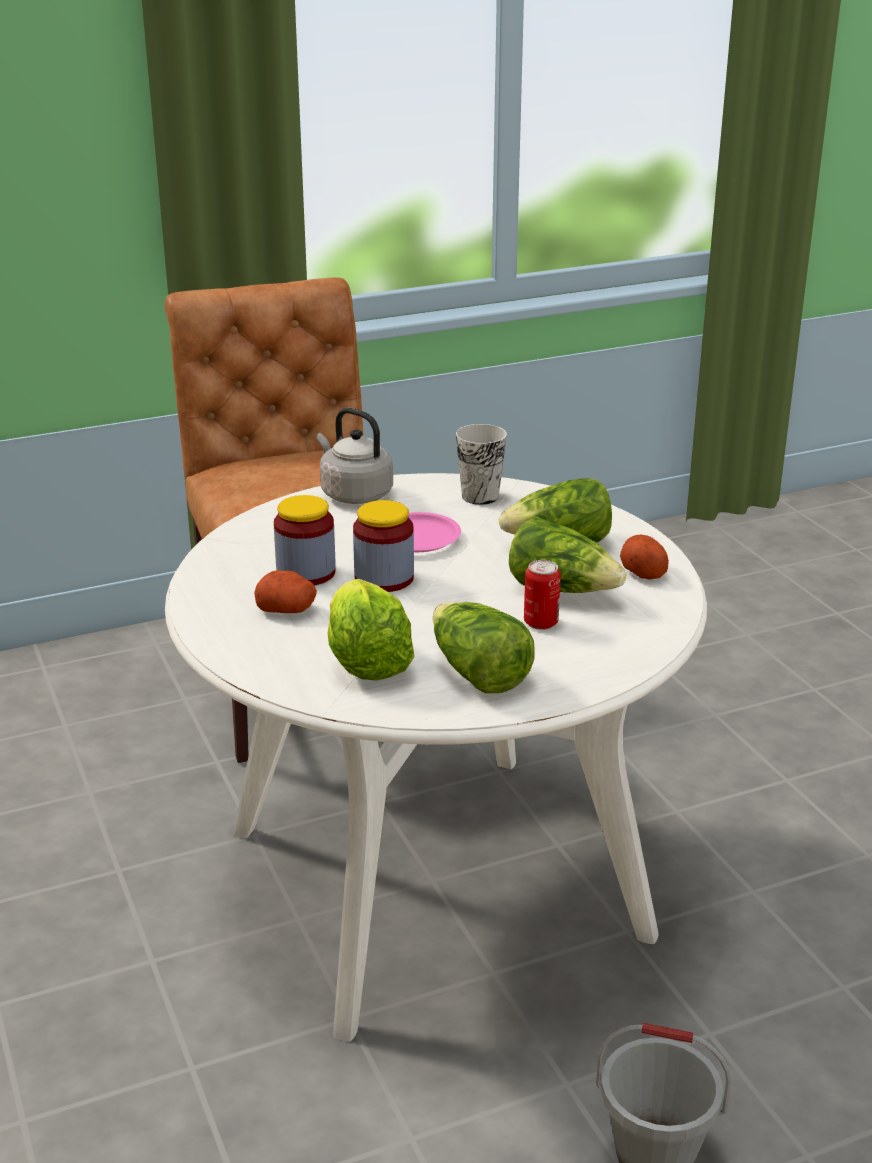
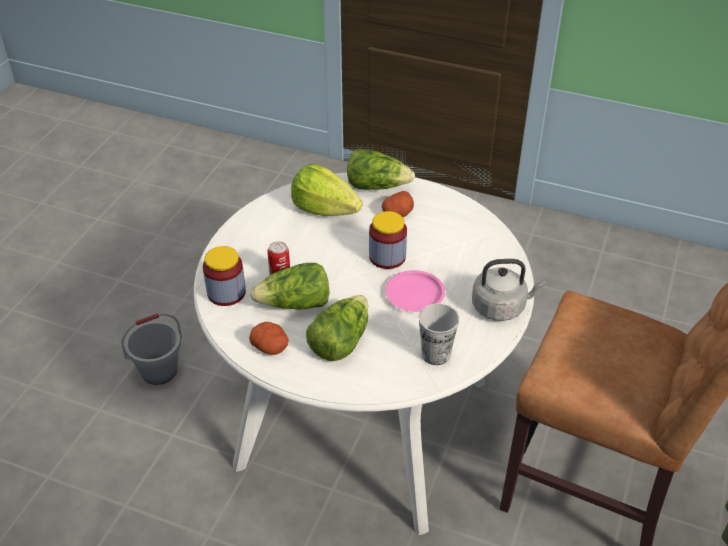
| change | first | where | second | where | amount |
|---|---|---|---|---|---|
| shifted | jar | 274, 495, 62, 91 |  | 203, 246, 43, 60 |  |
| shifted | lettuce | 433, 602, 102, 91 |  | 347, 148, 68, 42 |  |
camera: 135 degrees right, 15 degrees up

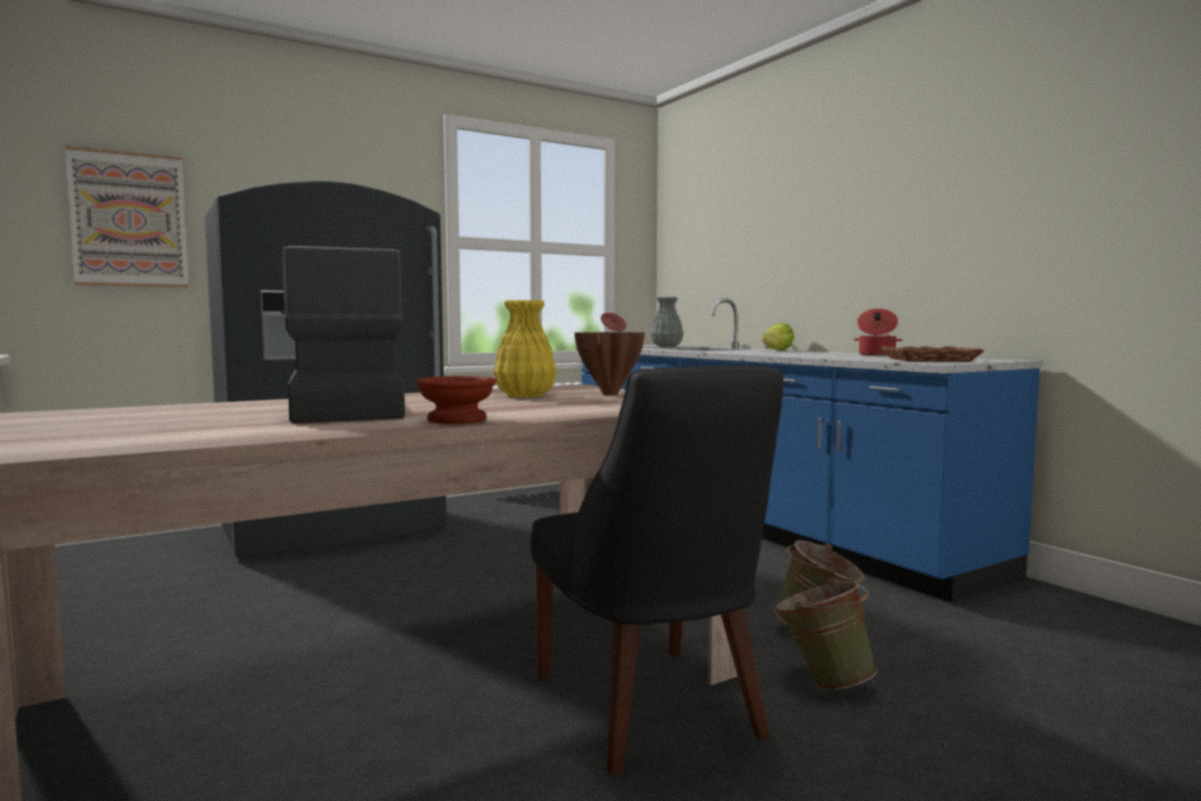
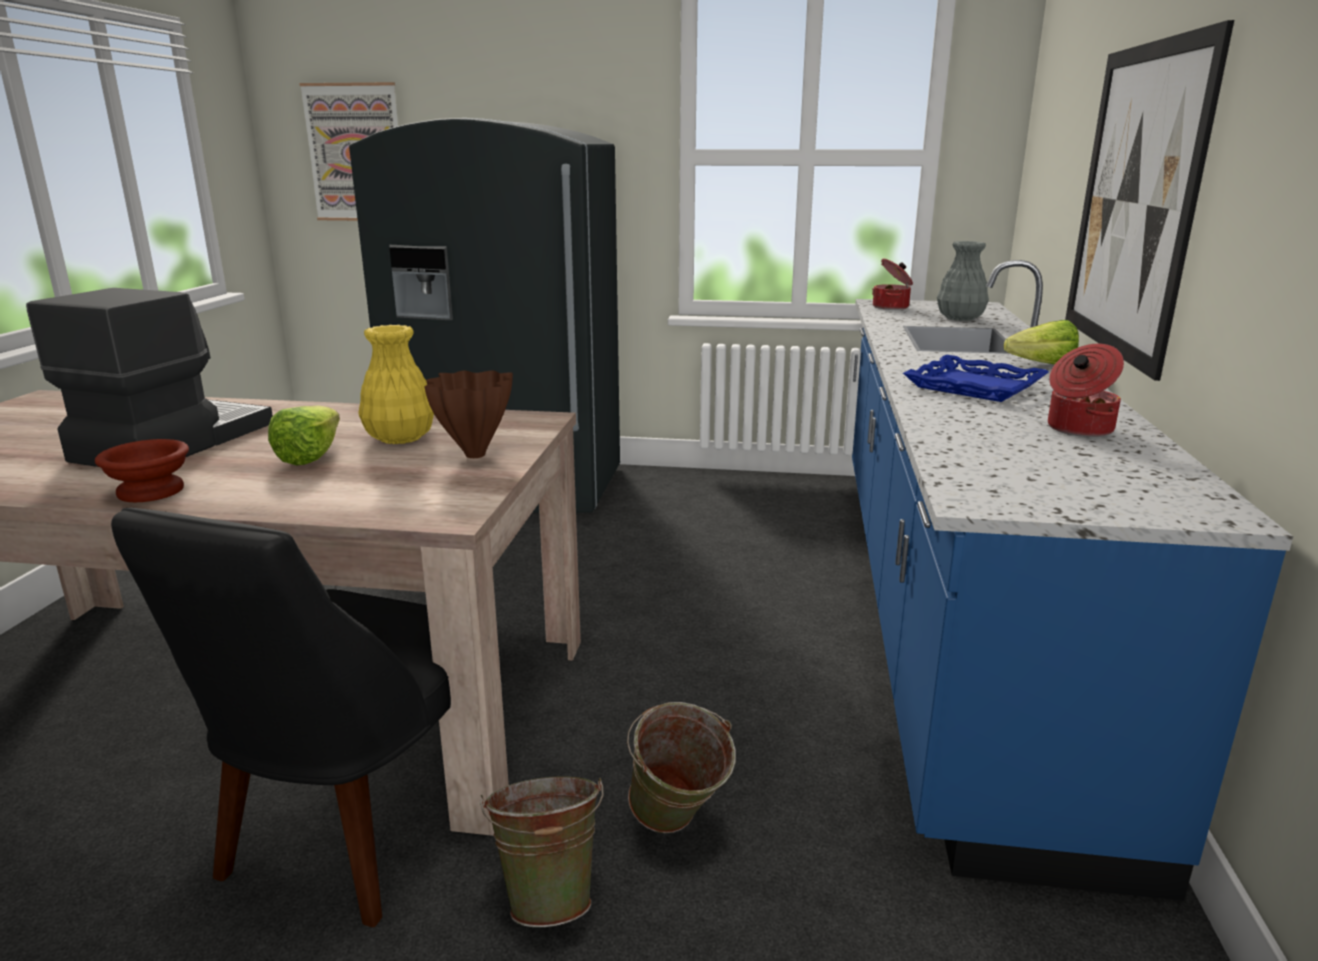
| change | first | where | second | where | amount |
|---|---|---|---|---|---|
| gone | tray (brown) | 880, 346, 104, 16 |  |  |  |
| new |  |  | lettuce | 268, 405, 72, 60 |  |
| new |  |  | tray (blue) | 903, 355, 146, 47 |  |
| new |  |  | picture | 1065, 20, 169, 361 |  |
camera: 40 degrees right, 15 degrees up

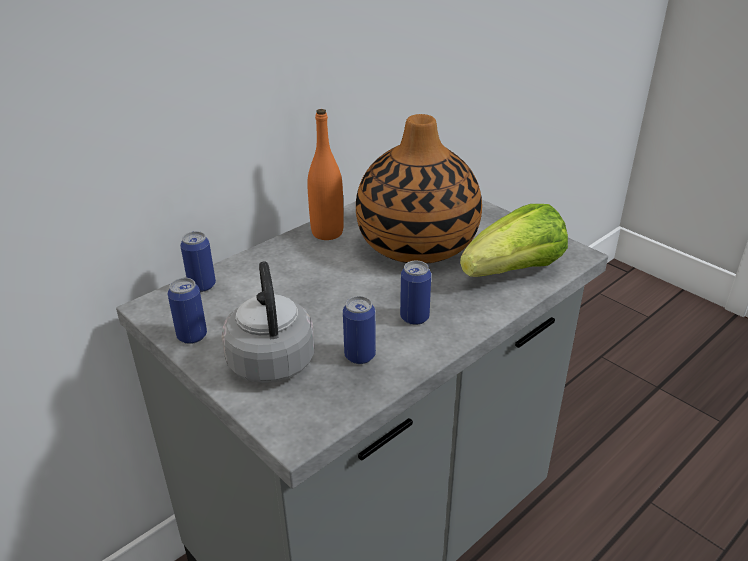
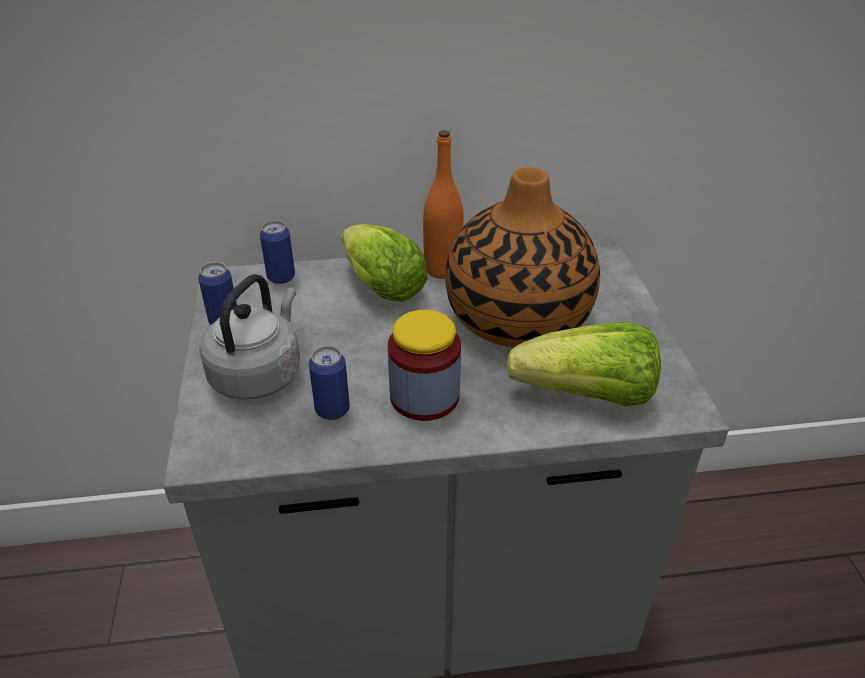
| change | first | where | second | where | amount |
|---|---|---|---|---|---|
| swapped | can | 400, 260, 31, 65 | jar | 388, 310, 73, 111 |  |
| new |  |  | lettuce | 341, 224, 87, 78 |  |
camera: 35 degrees right, 5 degrees up

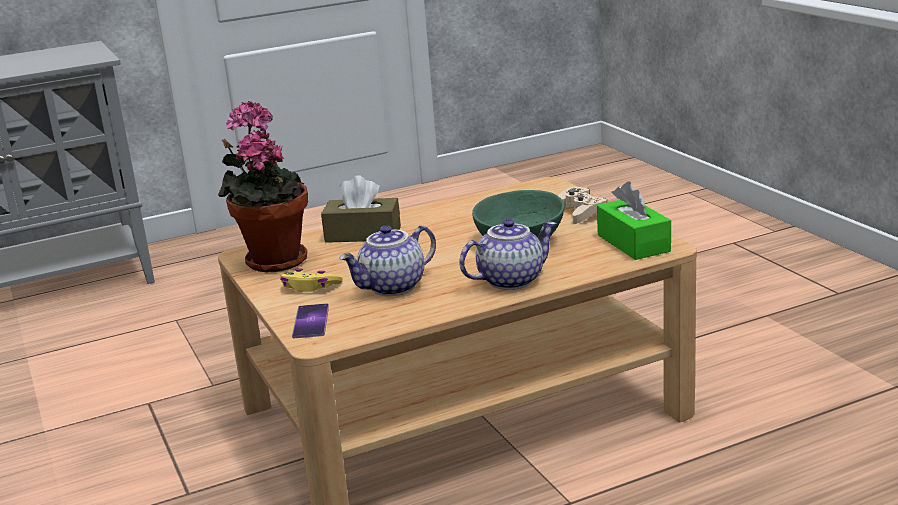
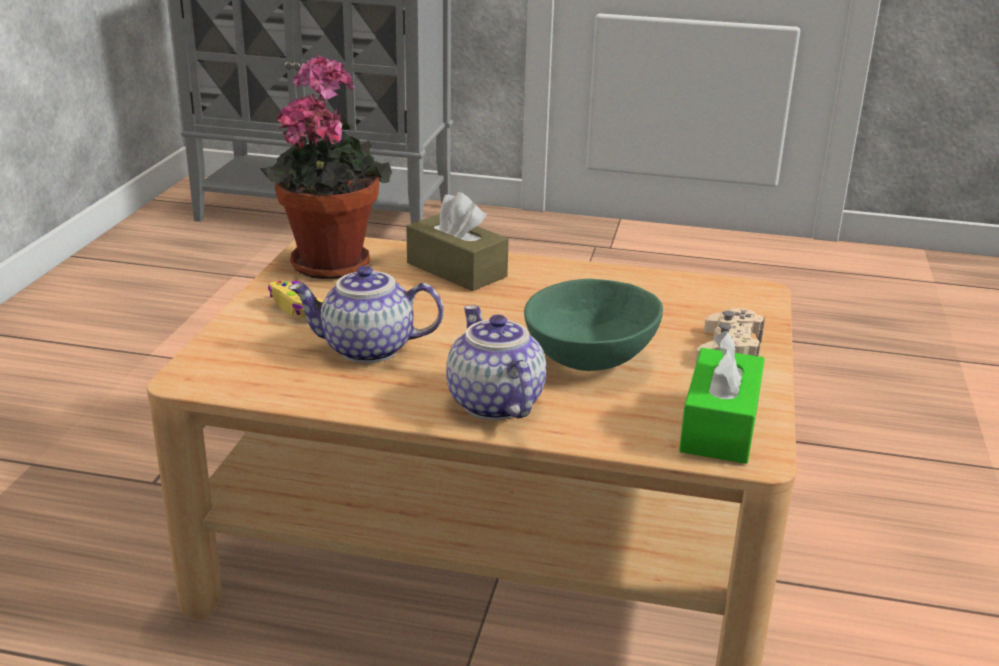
| change | first | where | second | where | amount |
|---|---|---|---|---|---|
| gone | phone | 292, 303, 37, 35 |  |  |  |
| rotated | teapot | 459, 218, 98, 72 |  | 446, 305, 100, 115 | 120 degrees counterclockwise |
camera: 35 degrees right, 5 degrees up

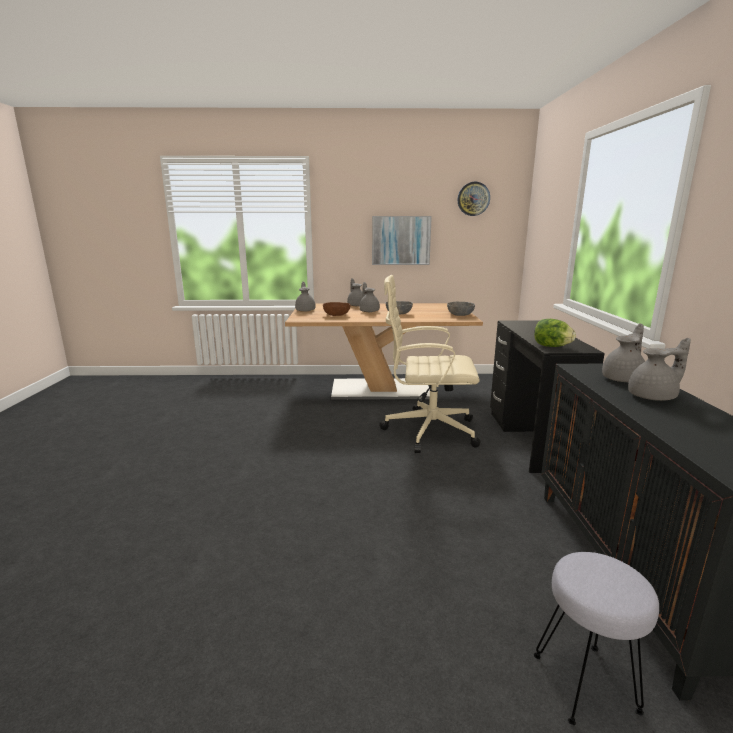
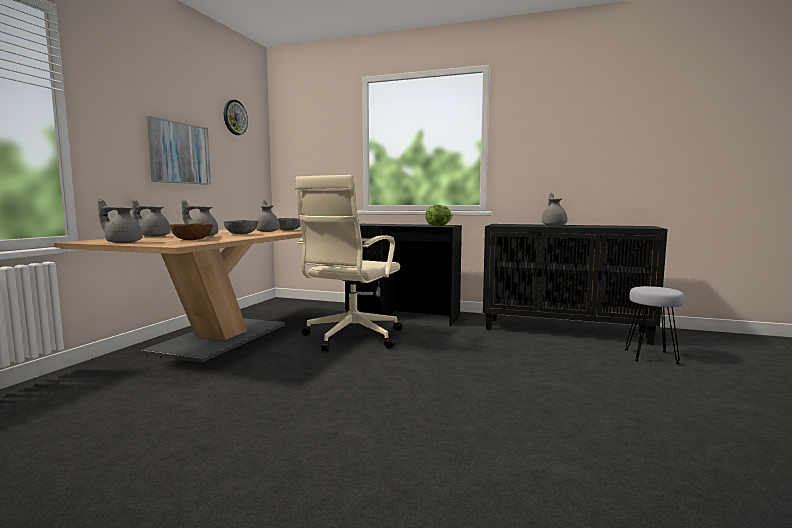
| change | first | where | second | where | amount |
|---|---|---|---|---|---|
| shifted | teapot (grey) | 602, 323, 43, 59 |  | 256, 200, 24, 32 |  |
camera: 70 degrees left, 10 degrees down

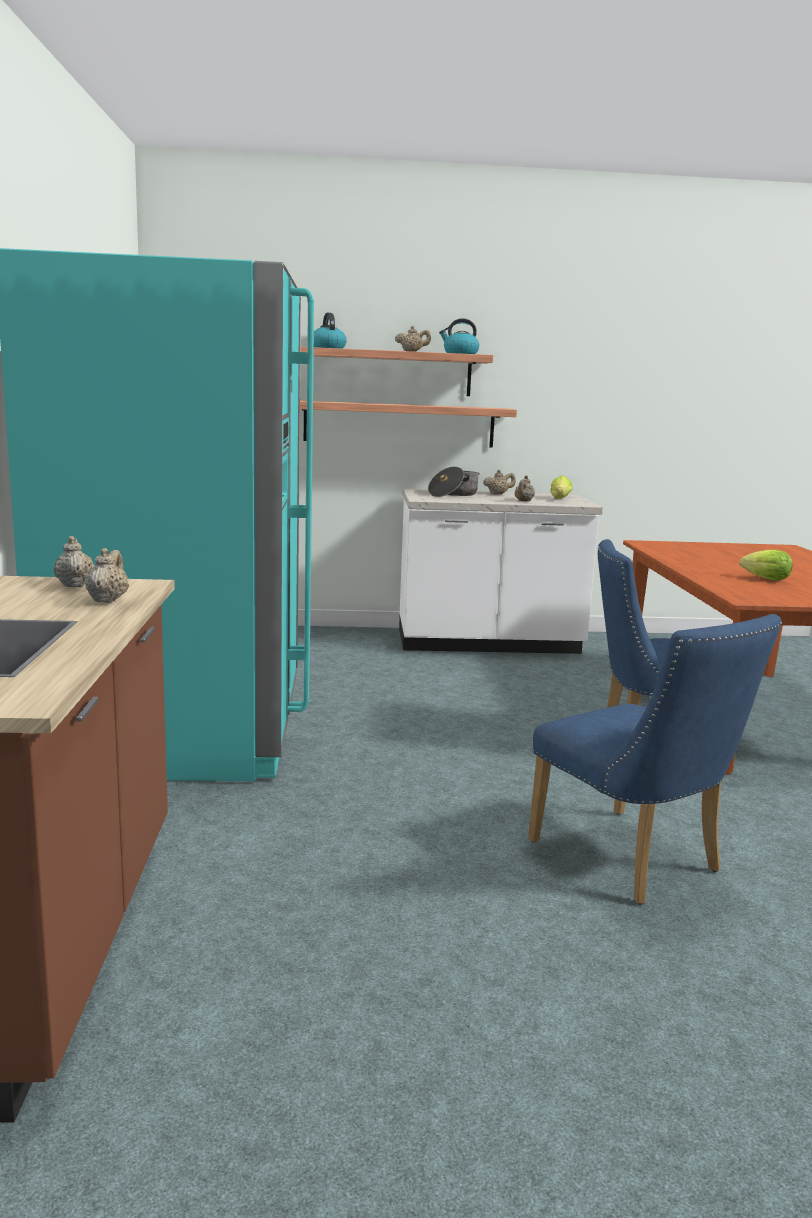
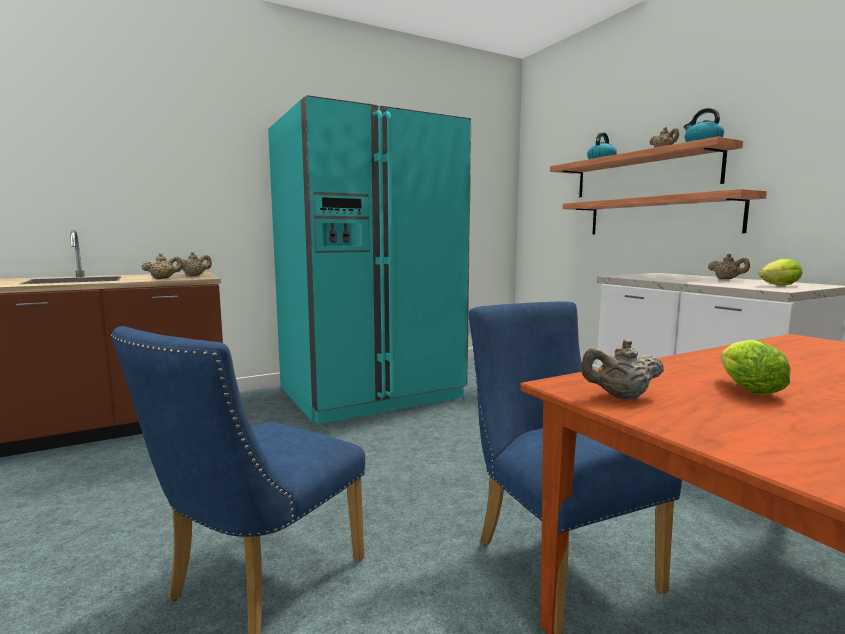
| change | first | where | second | where | amount |
|---|---|---|---|---|---|
| gone | cooking pot | 428, 467, 52, 30 |  |  |  |
| shifted | teapot (beige) | 514, 475, 21, 26 |  | 581, 339, 83, 61 |  |
camera: 65 degrees right, 5 degrees down

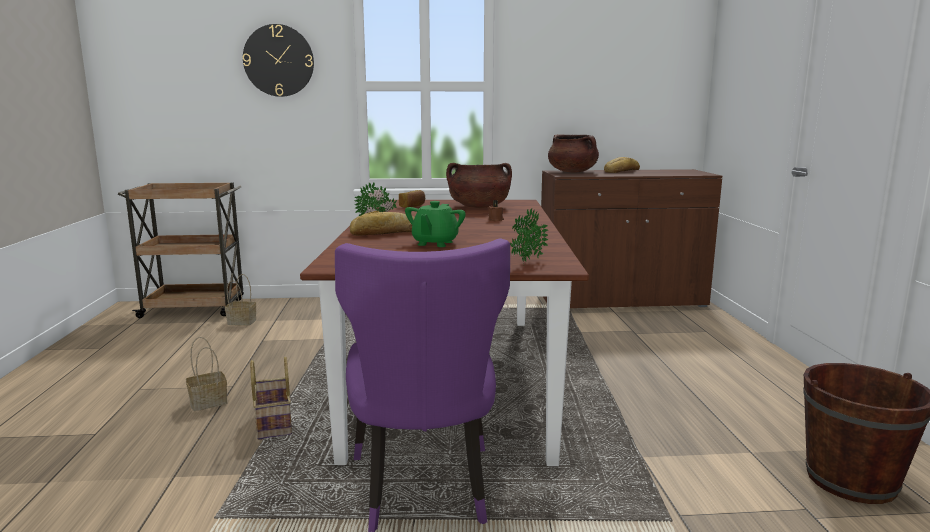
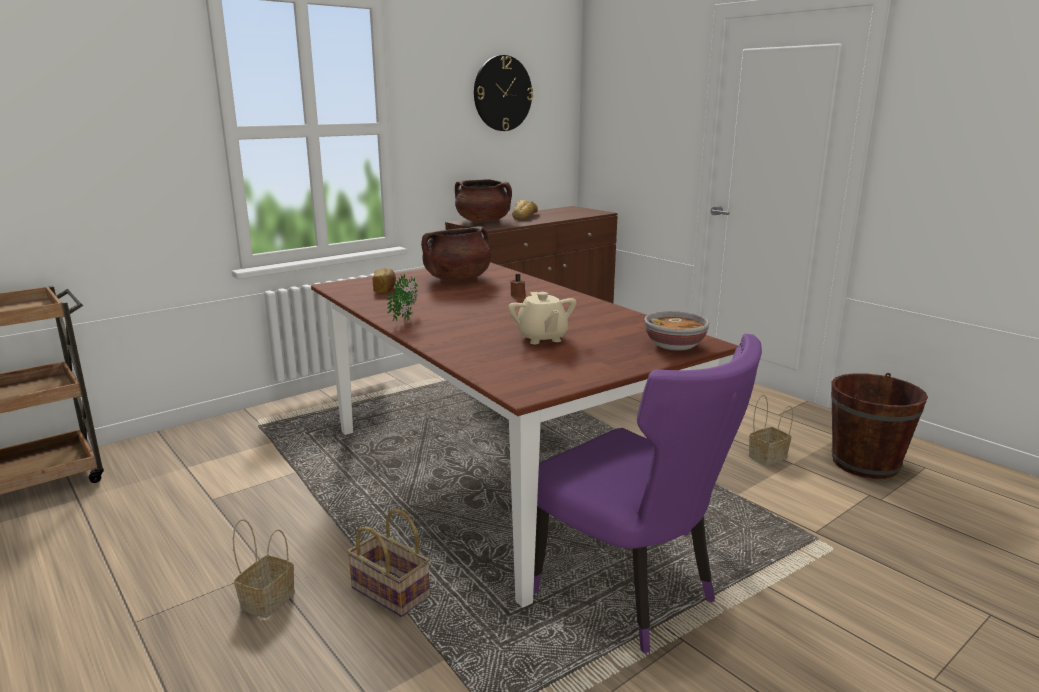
| change | first | where | second | where | amount |
|---|---|---|---|---|---|
| shifted | basket | 225, 274, 31, 52 |  | 749, 395, 44, 71 |  |
| shifted | wall clock | 243, 24, 71, 73 |  | 474, 55, 59, 76 |  |
| gone | bread | 350, 211, 65, 25 |  |  |  |
| repainted | teapot (green) | 405, 201, 61, 46 | teapot (beige) | 508, 292, 68, 52 |  |
| swapped | potted plant | 510, 208, 38, 56 | bowl | 644, 311, 65, 40 |  |
camera: 35 degrees left, 5 degrees up

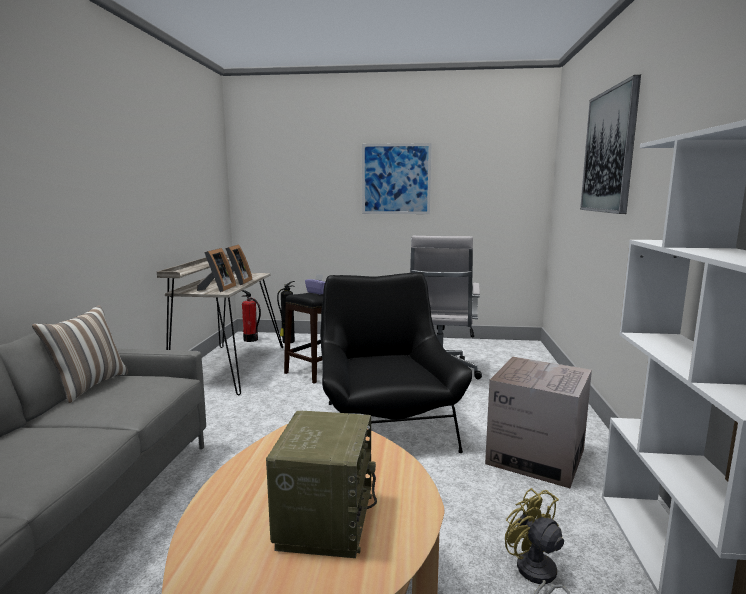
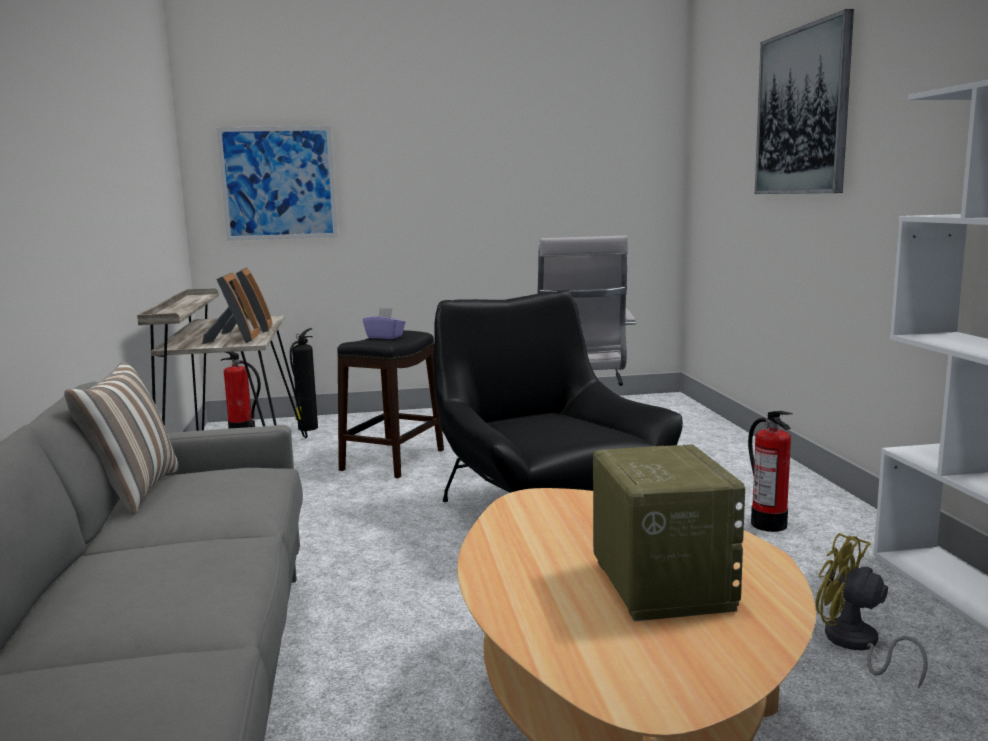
| change | first | where | second | where | amount |
|---|---|---|---|---|---|
| shifted | picture | 362, 143, 70, 71 |  | 217, 126, 121, 115 |  |
| swapped | cardboard box | 485, 357, 107, 131 | fire extinguisher | 748, 411, 45, 121 |  |
camera: 15 degrees left, 0 degrees up

